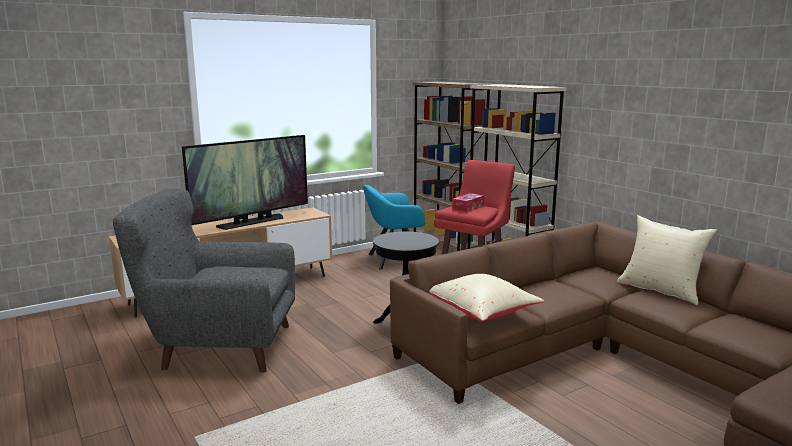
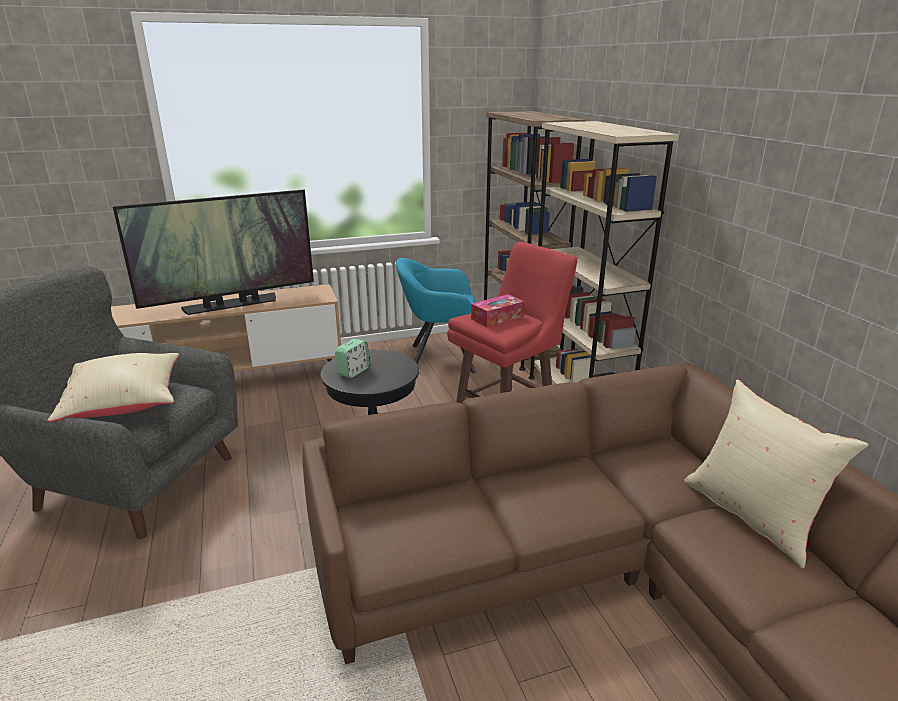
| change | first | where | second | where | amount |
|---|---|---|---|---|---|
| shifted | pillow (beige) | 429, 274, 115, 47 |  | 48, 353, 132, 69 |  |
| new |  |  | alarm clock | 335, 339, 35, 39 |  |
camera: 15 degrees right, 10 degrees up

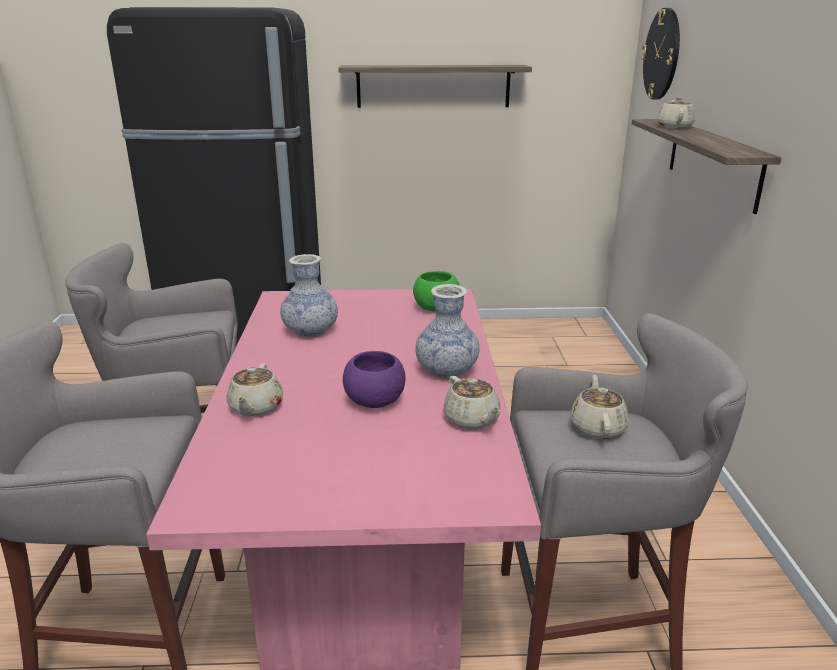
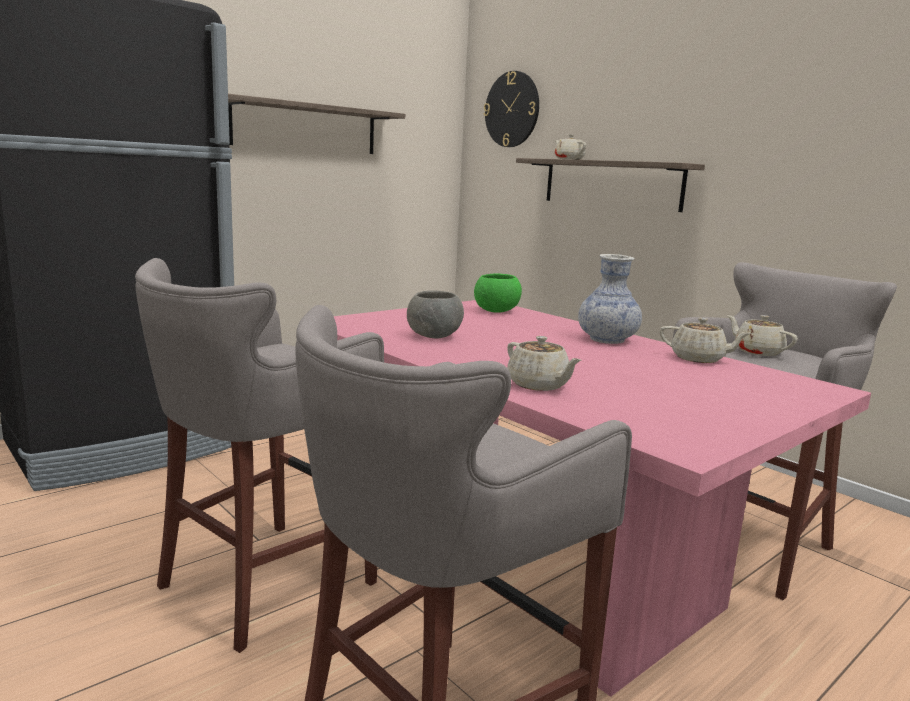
| change | first | where | second | where | amount |
|---|---|---|---|---|---|
| swapped | vase | 280, 254, 58, 84 | bowl (grey) | 407, 291, 57, 48 |  |
| gone | bowl (purple) | 343, 351, 62, 57 |  |  |  |
camera: 40 degrees left, 10 degrees down

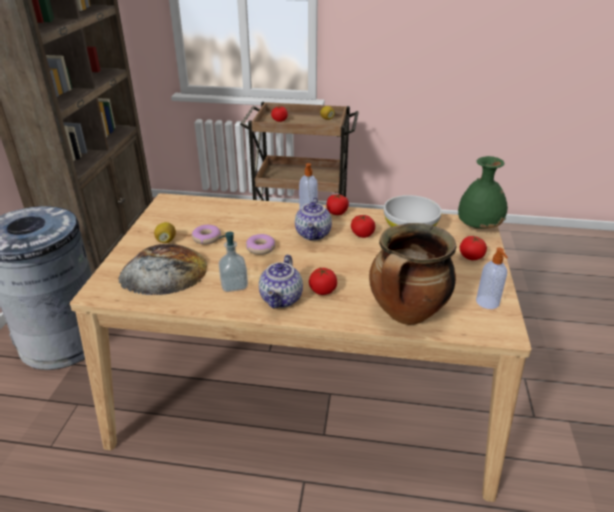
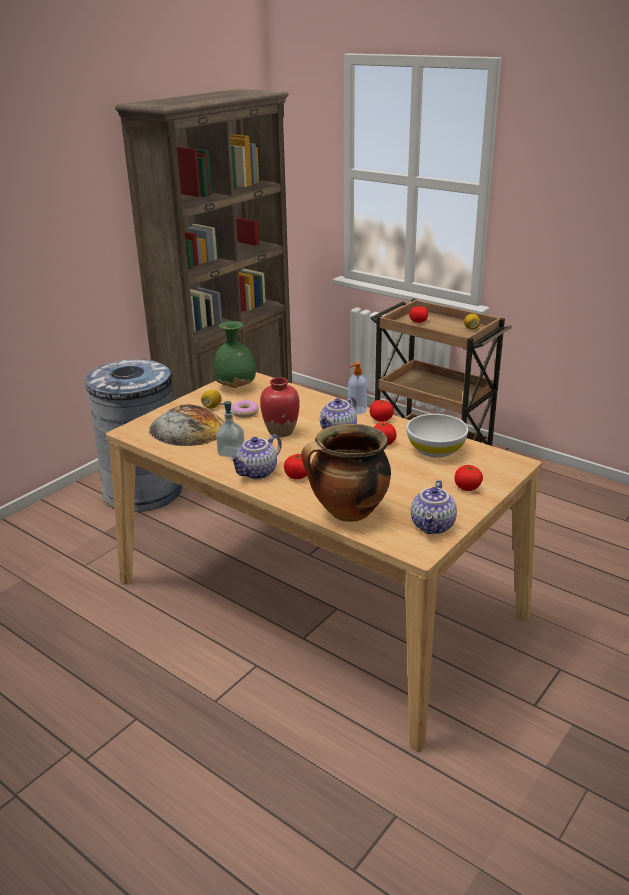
| change | first | where | second | where | amount |
|---|---|---|---|---|---|
| swapped | donut | 246, 234, 30, 21 | vase (red) | 260, 377, 40, 60 |  |
| shifted | vase (green) | 458, 156, 50, 73 |  | 214, 321, 42, 67 |  |
| swapped | soap dispenser | 476, 247, 32, 62 | teapot | 411, 480, 46, 54 |  |
camera: 30 degrees right, 5 degrees down

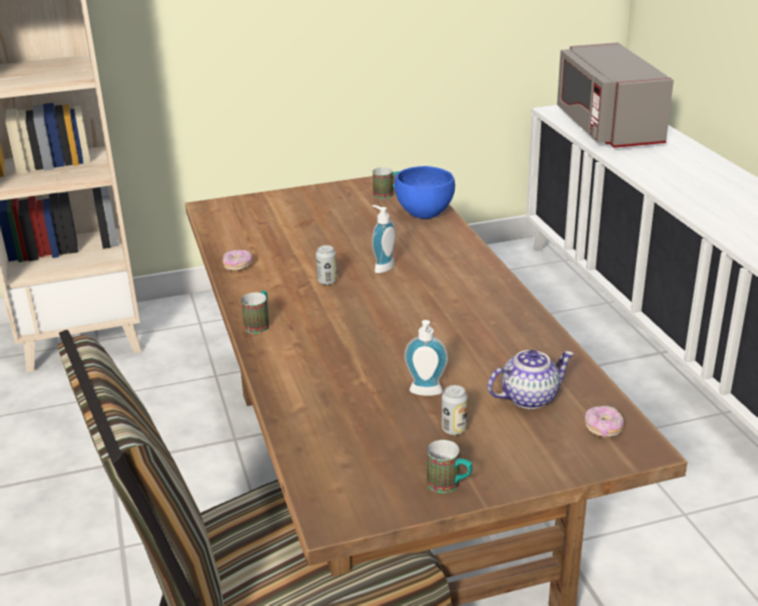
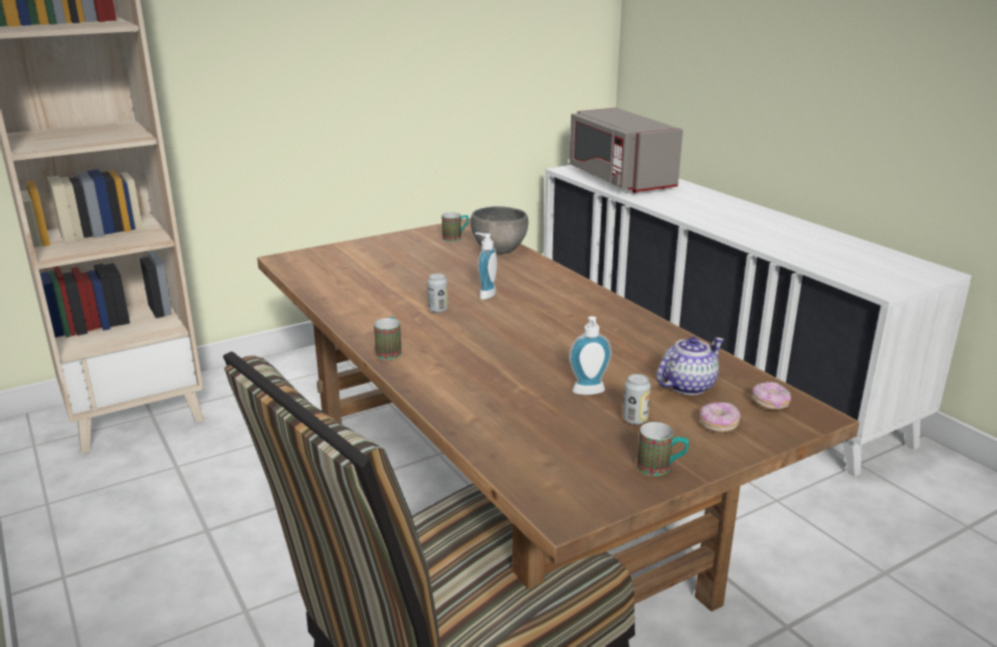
| change | first | where | second | where | amount |
|---|---|---|---|---|---|
| shifted | donut | 223, 250, 29, 21 |  | 700, 402, 40, 31 |  |
| repainted | bowl (blue) | 395, 166, 60, 53 | bowl (grey) | 471, 206, 57, 48 |  |
camera: 15 degrees left, 5 degrees down

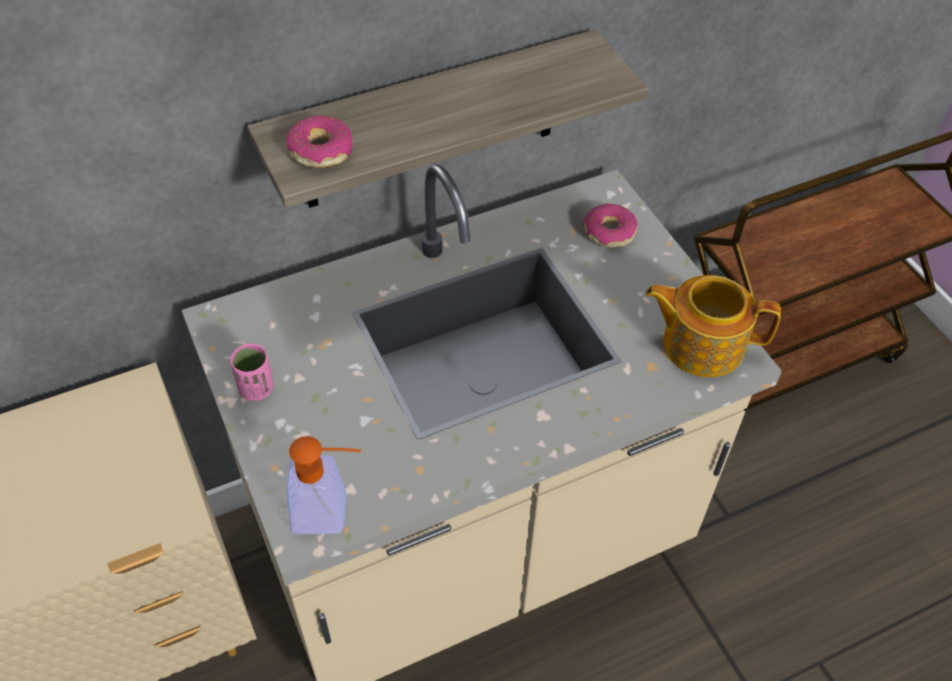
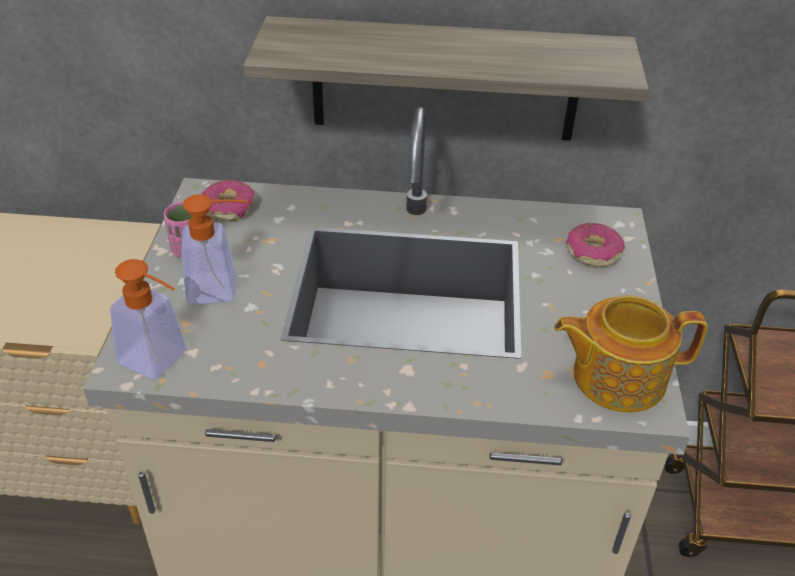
| change | first | where | second | where | amount |
|---|---|---|---|---|---|
| shifted | donut | 286, 116, 66, 52 |  | 201, 180, 53, 41 |  |
| rotated | teapot | 645, 275, 136, 102 |  | 554, 295, 154, 118 | 45 degrees counterclockwise |
| new |  |  | soap dispenser | 182, 194, 66, 111 |  |
camera: 30 degrees right, 10 degrees down

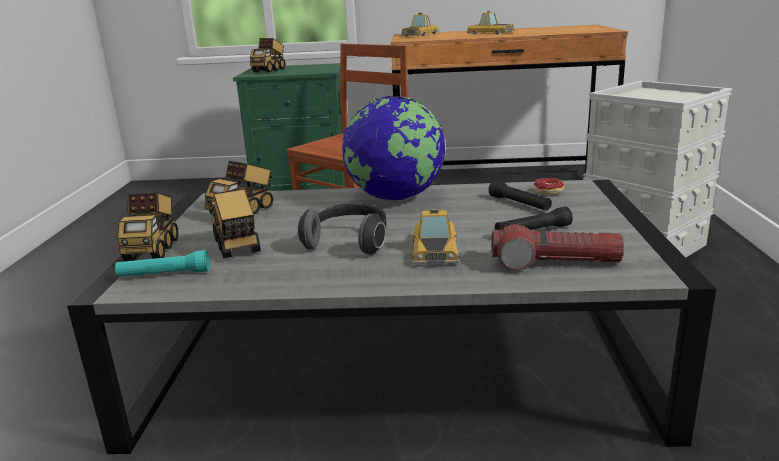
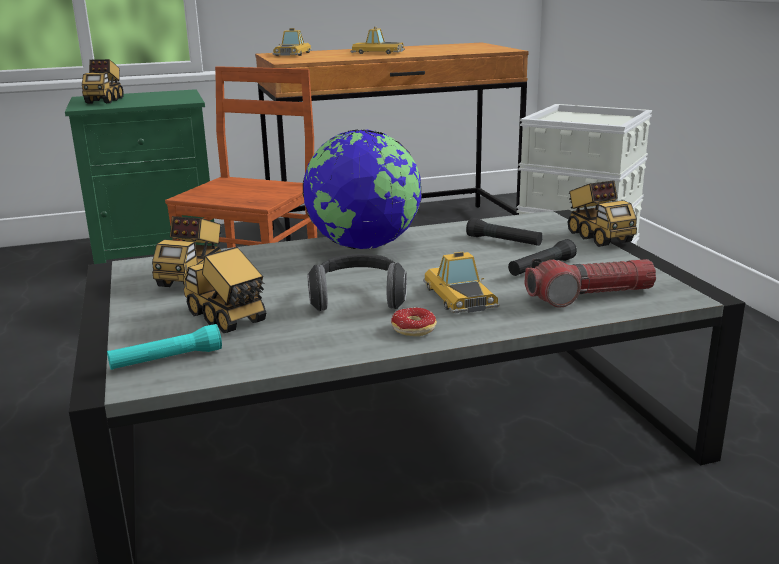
| change | first | where | second | where | amount |
|---|---|---|---|---|---|
| shifted | toy truck | 118, 193, 61, 68 |  | 567, 180, 70, 67 |  |
| shifted | donut | 534, 178, 31, 17 |  | 391, 307, 46, 29 |  |
camera: 20 degrees left, 0 degrees up

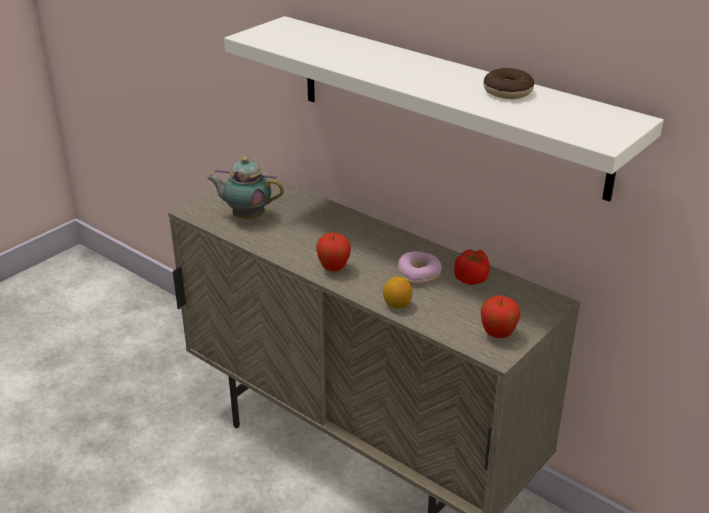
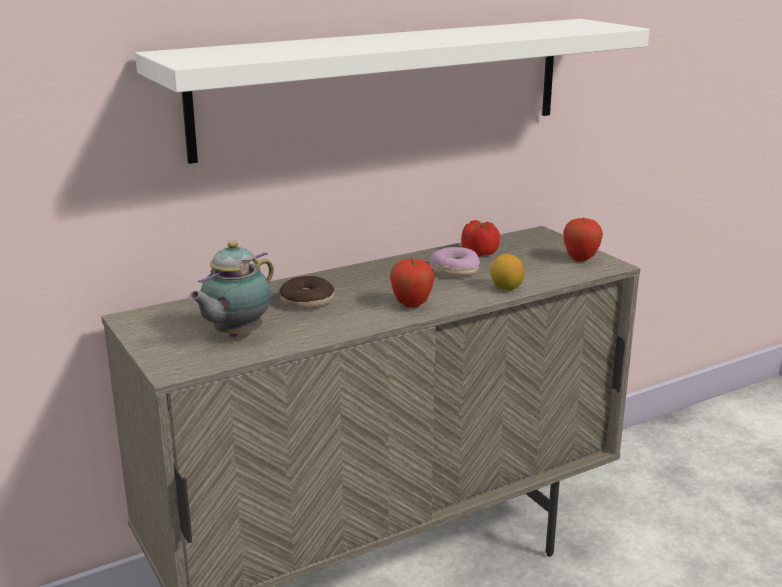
| change | first | where | second | where | amount |
|---|---|---|---|---|---|
| shifted | donut | 484, 68, 50, 31 |  | 279, 276, 55, 33 |  |
camera: 70 degrees left, 10 degrees down

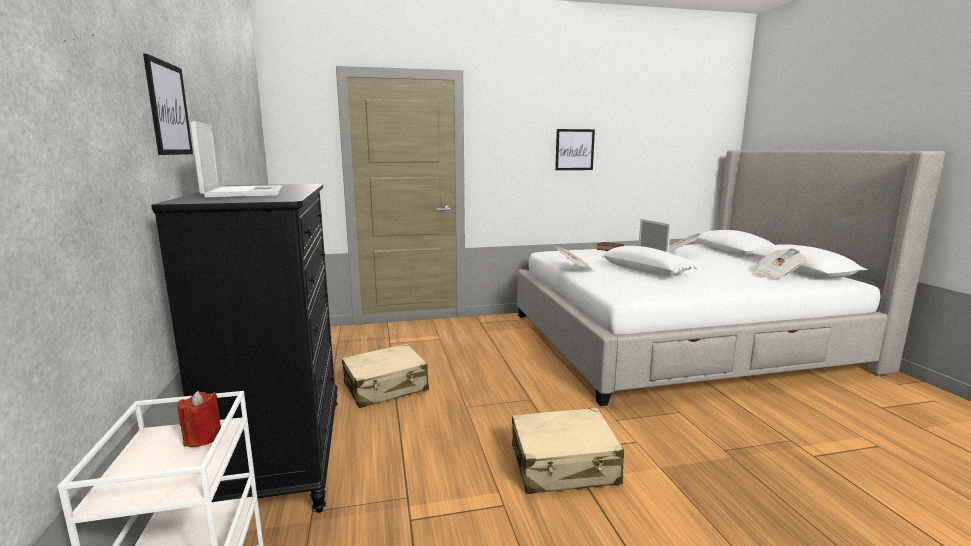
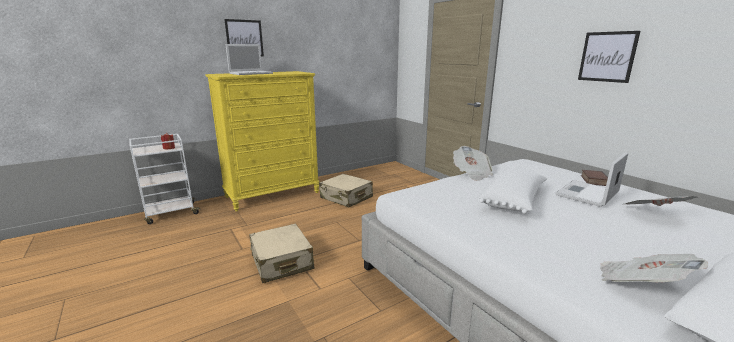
| change | first | where | second | where | amount |
|---|---|---|---|---|---|
| repainted | dresser (black) | 151, 184, 187, 329 | dresser (yellow) | 205, 71, 114, 140 |  |
camera: 70 degrees right, 5 degrees up

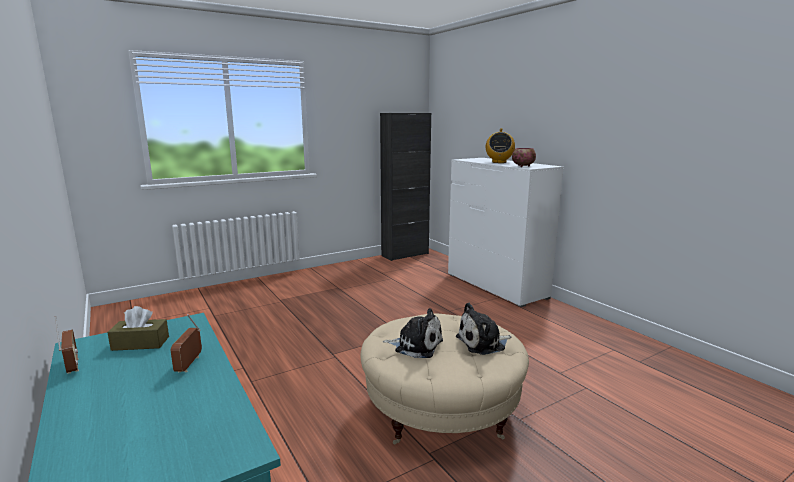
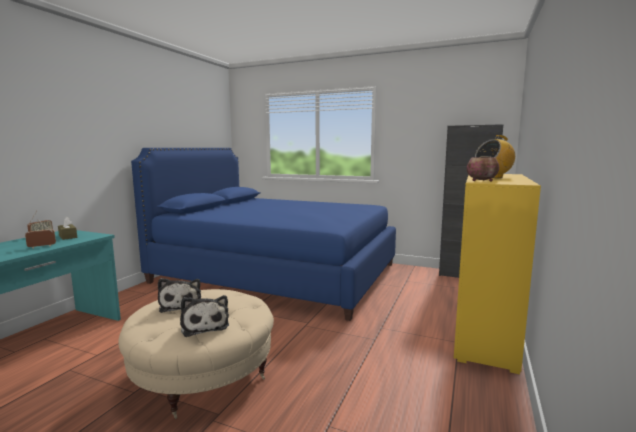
| change | first | where | second | where | amount |
|---|---|---|---|---|---|
| repainted | dresser (white) | 448, 158, 116, 149 | dresser (yellow) | 454, 174, 87, 200 |  |
| rotated | plush toy | 456, 303, 55, 52 |  | 180, 295, 49, 42 | 150 degrees counterclockwise |
| new |  |  | bed (blue) | 131, 148, 265, 173 |  |
camera: 55 degrees right, 5 degrees down

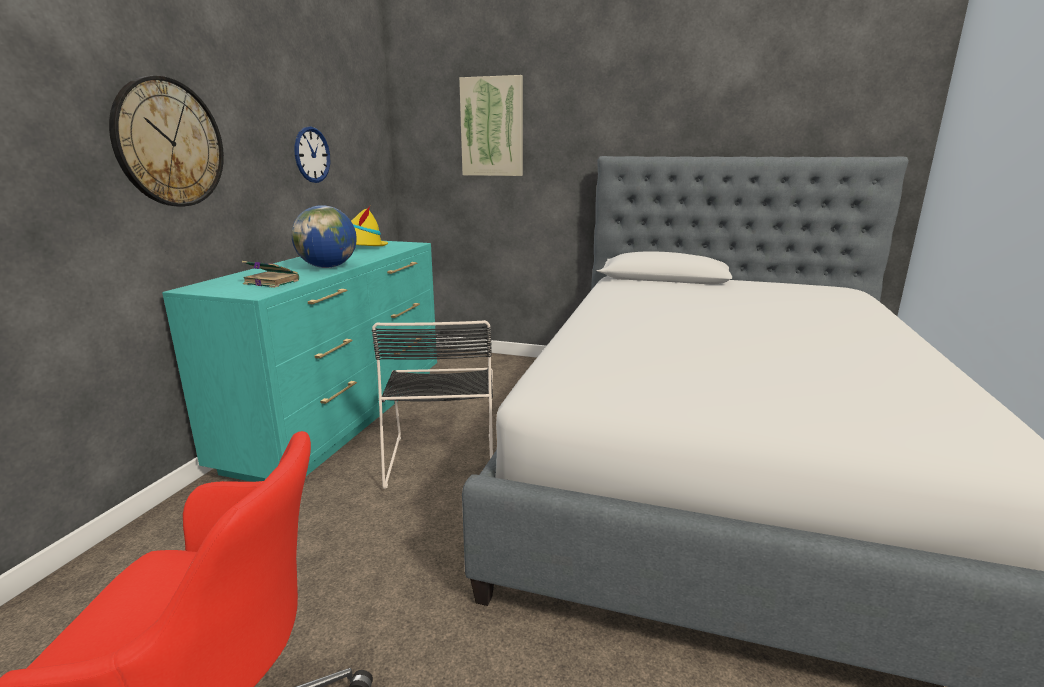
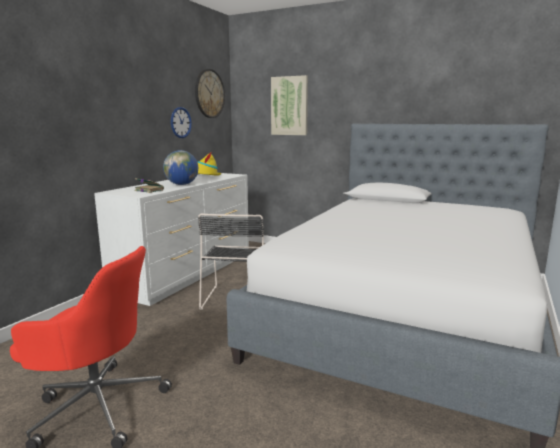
| change | first | where | second | where | amount |
|---|---|---|---|---|---|
| shifted | wall clock | 109, 76, 115, 130 |  | 195, 69, 30, 49 |  |
| repainted | dresser (turquoise) | 162, 241, 275, 241 | dresser (white) | 94, 173, 155, 133 |  |
camera: 10 degrees right, 5 degrees down

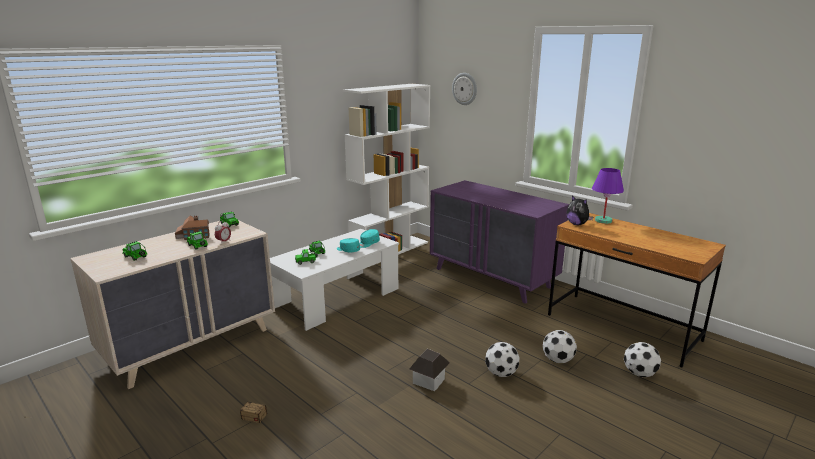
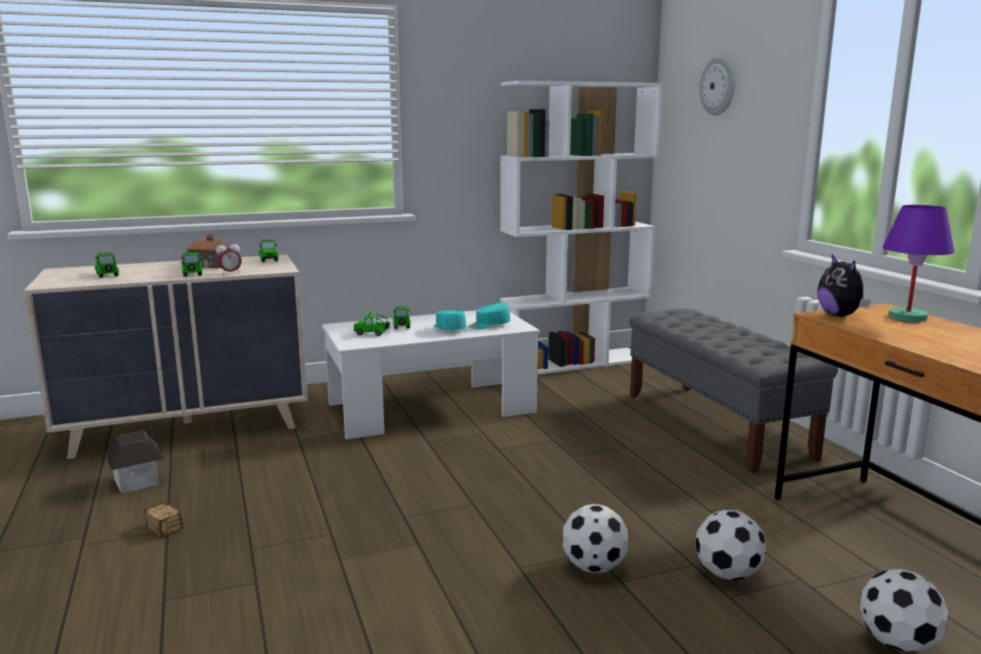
| change | first | where | second | where | amount |
|---|---|---|---|---|---|
| shifted | toy house | 410, 348, 40, 43 |  | 105, 431, 59, 62 |  |
| swapped | dresser (purple) | 430, 180, 139, 124 | bench (grey) | 630, 309, 208, 165 |  |
camera: 25 degrees right, 5 degrees down

